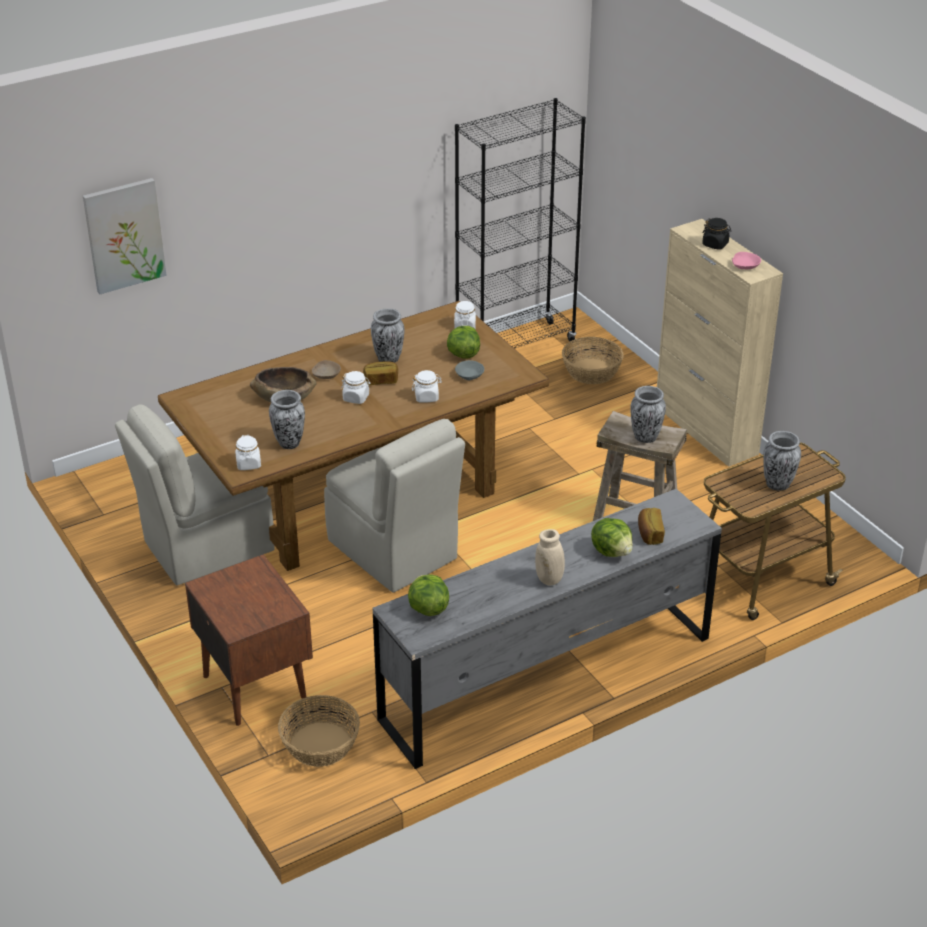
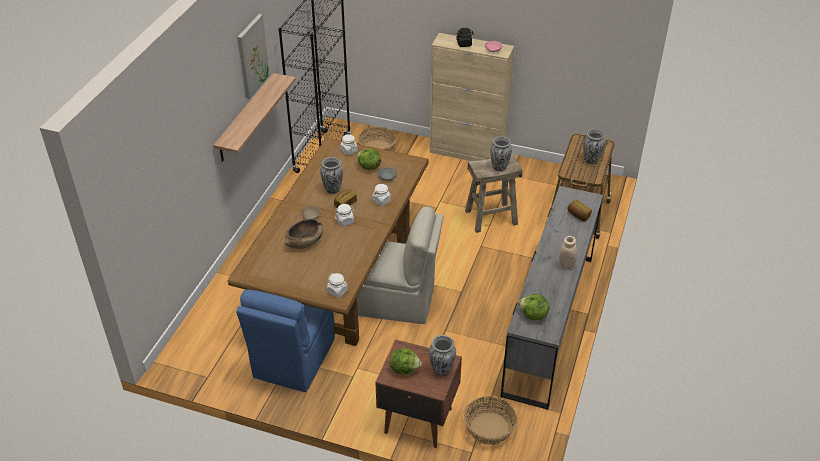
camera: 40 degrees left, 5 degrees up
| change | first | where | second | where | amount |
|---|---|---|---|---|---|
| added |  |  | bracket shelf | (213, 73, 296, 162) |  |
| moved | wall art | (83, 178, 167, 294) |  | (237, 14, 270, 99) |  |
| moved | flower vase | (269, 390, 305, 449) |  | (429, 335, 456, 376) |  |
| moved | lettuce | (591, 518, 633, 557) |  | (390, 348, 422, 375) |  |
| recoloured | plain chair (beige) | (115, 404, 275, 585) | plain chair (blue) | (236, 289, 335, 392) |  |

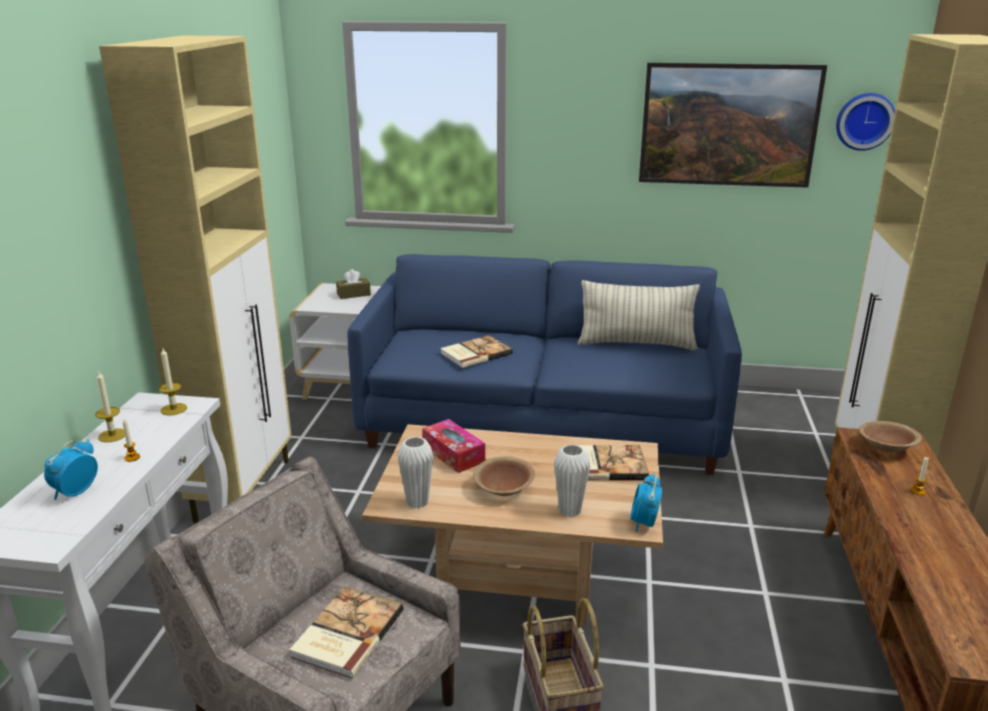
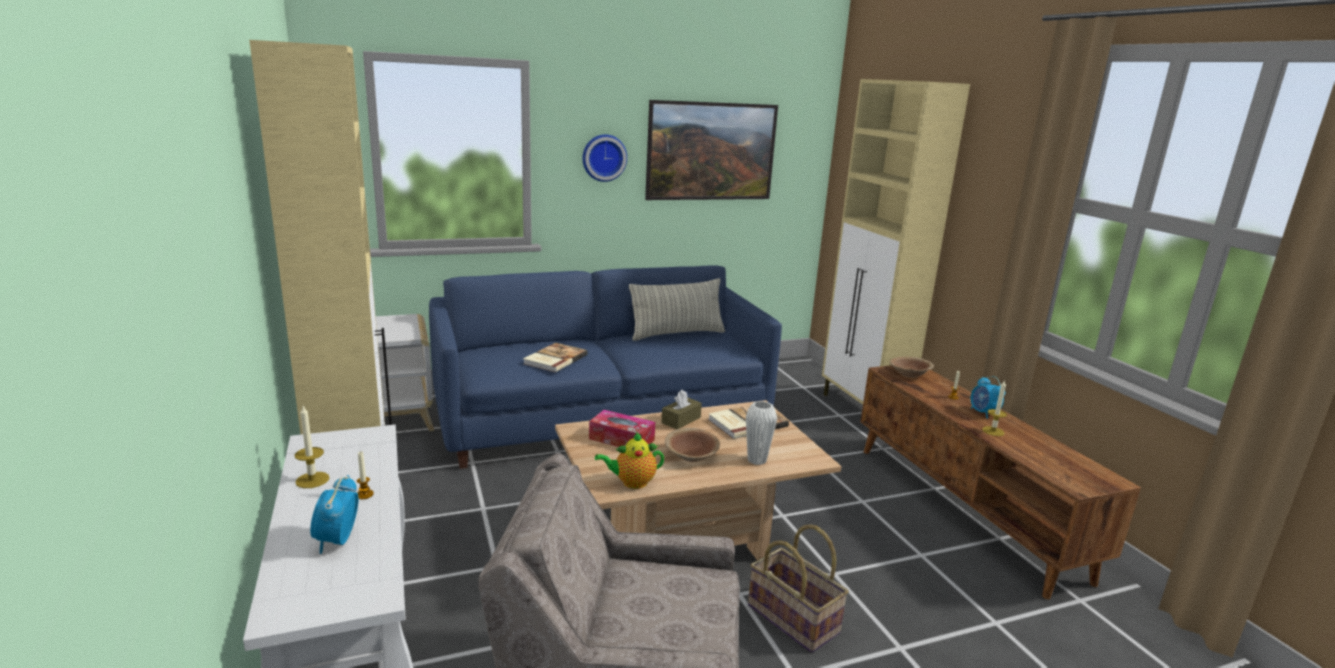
camera: 30 degrees left, 5 degrees down
| change | first | where | second | where | amount |
|---|---|---|---|---|---|
| removed | book | (289, 586, 403, 679) |  |  |  |
| moved | wax candle | (158, 348, 187, 415) |  | (982, 380, 1007, 436) |  |
| moved | tissue box (brown-coloured) | (336, 269, 371, 299) |  | (661, 389, 702, 429) |  |
| moved | bedside clock | (630, 474, 662, 532) |  | (971, 376, 1005, 419) |  |
| moved | clock on the wall | (836, 93, 895, 151) |  | (583, 134, 627, 182) |  |
| replaced | flower vase (white) | (397, 437, 433, 508) | teapot | (595, 432, 664, 489) |  |

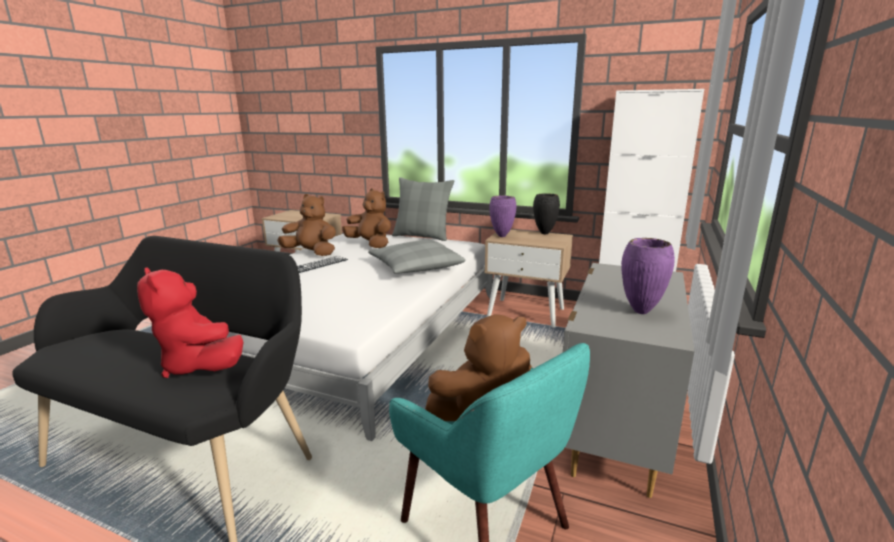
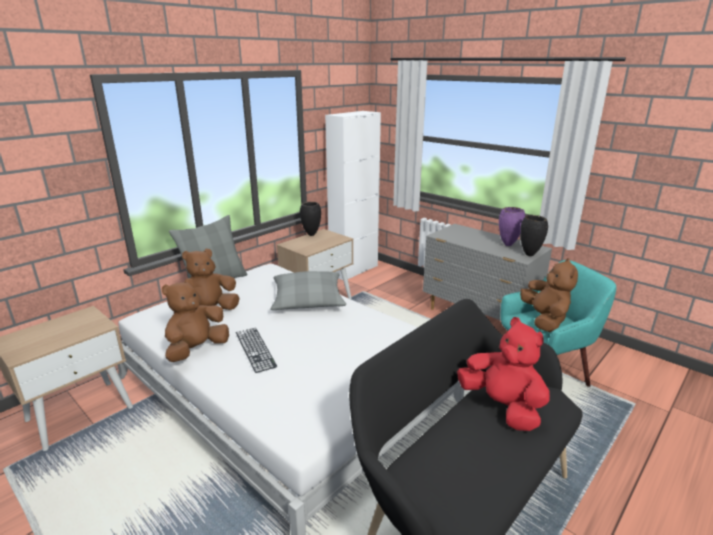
camera: 70 degrees left, 5 degrees up
| change | first | where | second | where | amount |
|---|---|---|---|---|---|
| removed | flower vase (purple-coloured) | (490, 195, 516, 237) |  |  |  |
| added |  |  | flower vase (blackish) | (520, 215, 548, 256) |  |
| turned | cuddly toy (red-coloured) | (137, 267, 243, 378) |  | (457, 317, 550, 431) | 105 degrees counterclockwise |

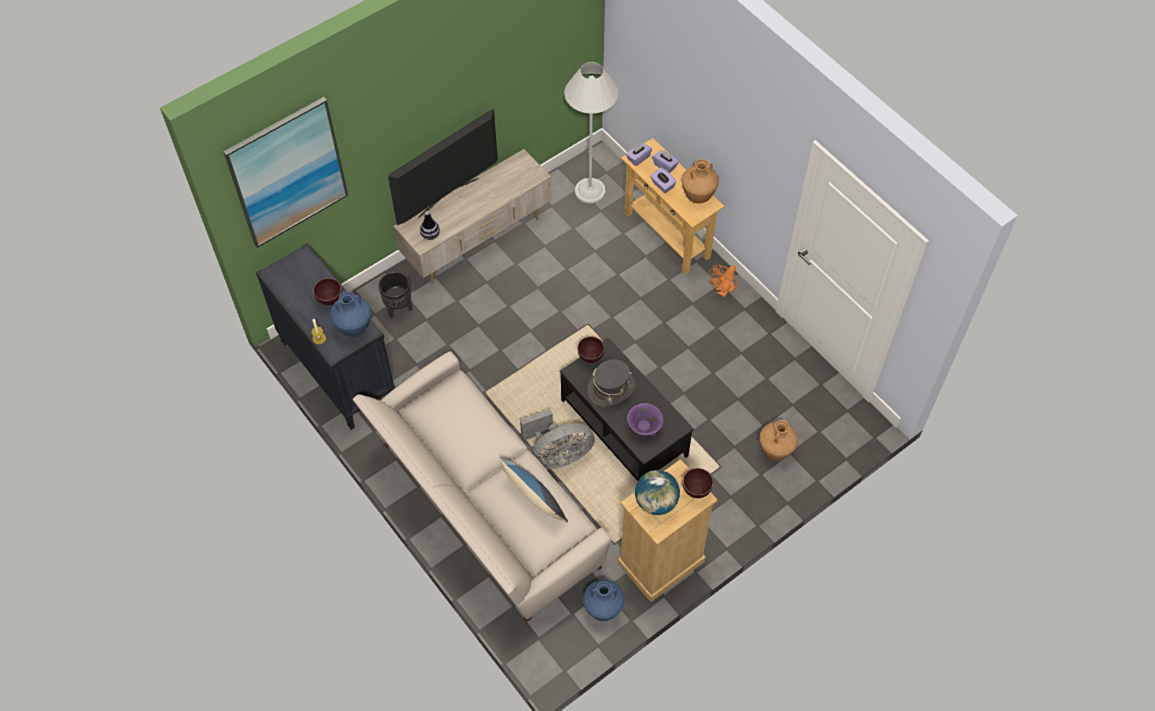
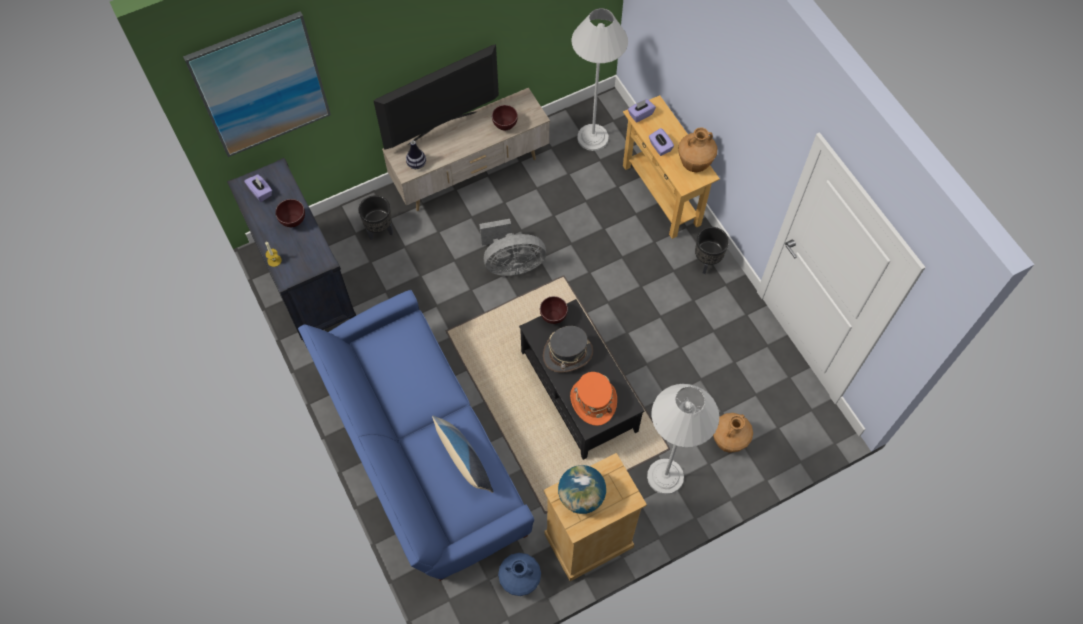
camera: 10 degrees right, 5 degrees up
| change | first | where | second | where | amount |
|---|---|---|---|---|---|
| removed | flower vase (blue) | (330, 291, 371, 337) |  |  |  |
| added |  |  | floor lamp (white) | (647, 384, 719, 495) |  |
| moved | electric fan (gray) | (520, 409, 595, 469) |  | (479, 219, 546, 276) |  |
| moved | tissue box (purple-coloured) | (653, 150, 679, 173) |  | (244, 174, 272, 202) |  |
| moved | serving bowl (brown-coloured) | (683, 468, 713, 498) |  | (492, 105, 518, 130) |  |
| replaced | serving bowl (purple-coloured) | (627, 403, 664, 437) | clothing hat (orangey) | (570, 372, 617, 426) |  |
| replaced | electric fan (orangey) | (709, 265, 738, 297) | planter (blackish) | (695, 227, 729, 274) |  |
| recoloured | couch (beige) | (353, 351, 611, 623) | couch (blue) | (298, 290, 534, 581) |  |

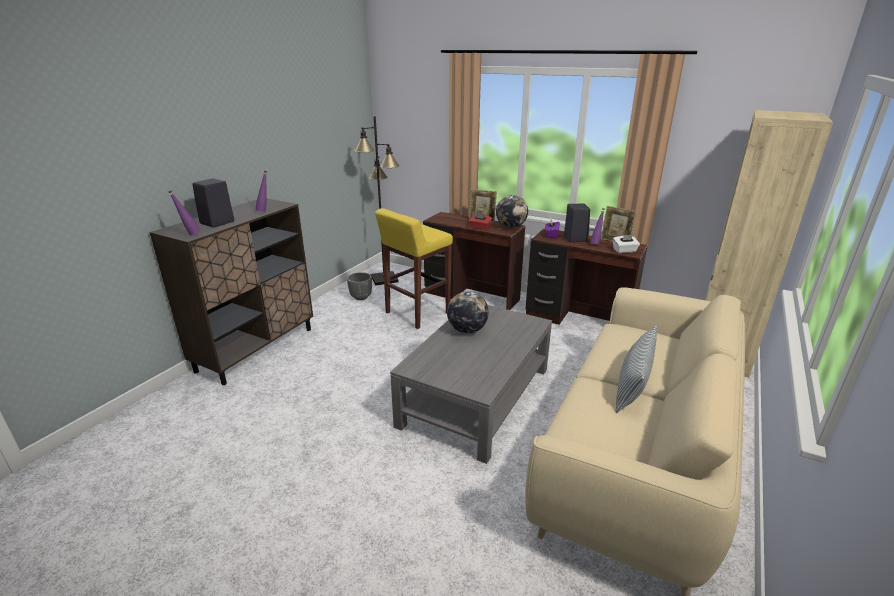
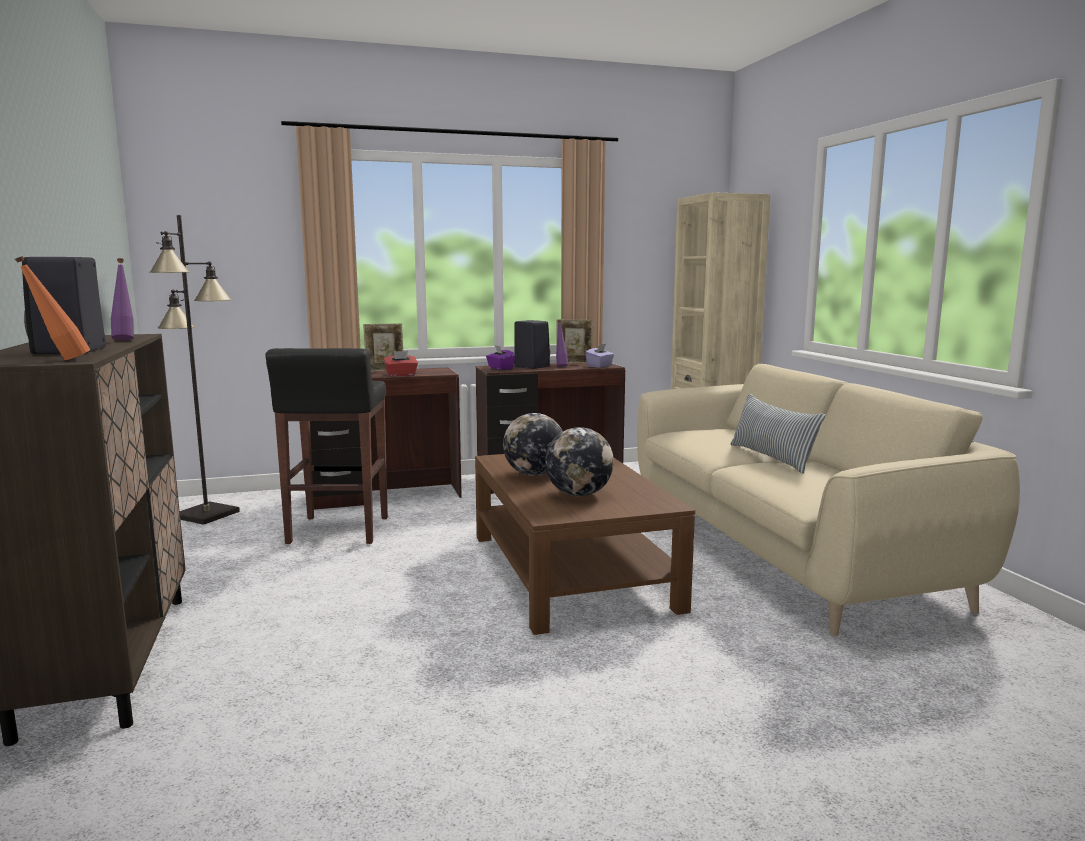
camera: 45 degrees left, 15 degrees down
| change | first | where | second | where | amount |
|---|---|---|---|---|---|
| removed | planter (gray) | (347, 272, 372, 300) |  |  |  |
| moved | desk globe | (496, 195, 528, 228) |  | (545, 427, 614, 496) |  |
| recoloured | drink bottle (purple-coloured) | (169, 190, 201, 235) | drink bottle (orangey) | (15, 256, 90, 360) |  |
| recoloured | stool (yellow) | (375, 208, 453, 329) | stool (blackish) | (265, 348, 388, 544) |  |
| recoloured | low table (gray) | (390, 305, 552, 464) | low table (brown-coloured) | (475, 454, 695, 635) |  |
| recoloured | tissue box (white) | (613, 235, 640, 253) | tissue box (purple-coloured) | (585, 344, 614, 368) |  |

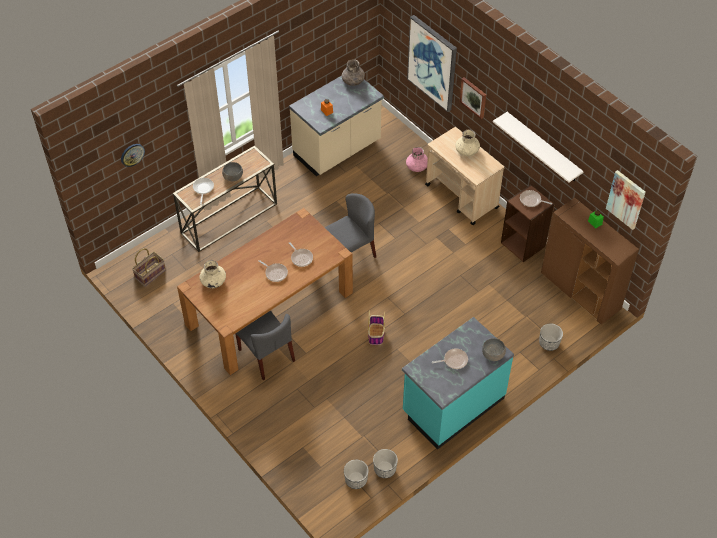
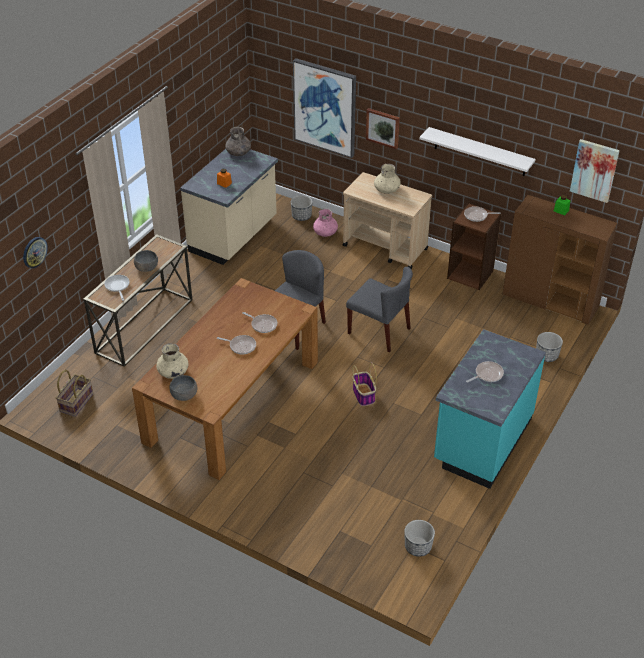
camera: 20 degrees left, 10 degrees down
| change | first | where | second | where | amount |
|---|---|---|---|---|---|
| moved | plain chair (gray) | (235, 310, 295, 380) |  | (346, 267, 413, 352) |  |
| moved | planter | (373, 449, 398, 478) |  | (291, 195, 312, 221) |  |
| moved | serving bowl (gray) | (482, 338, 506, 361) |  | (169, 375, 197, 401) |  |

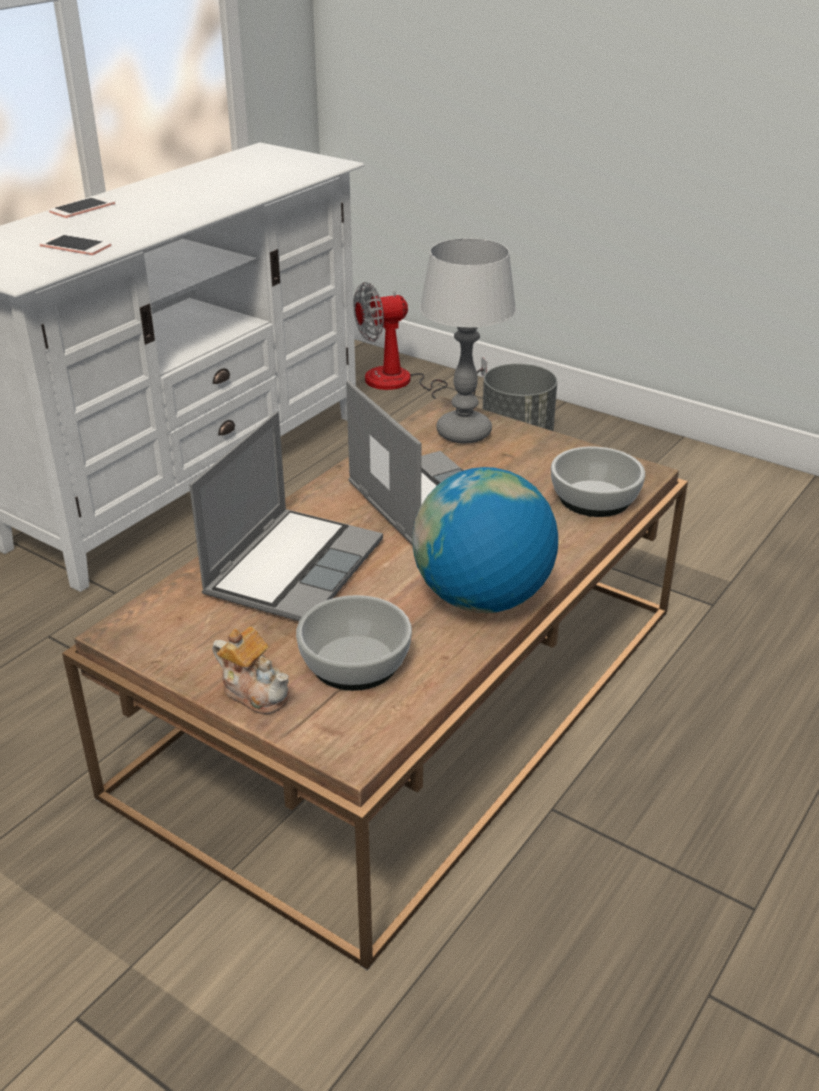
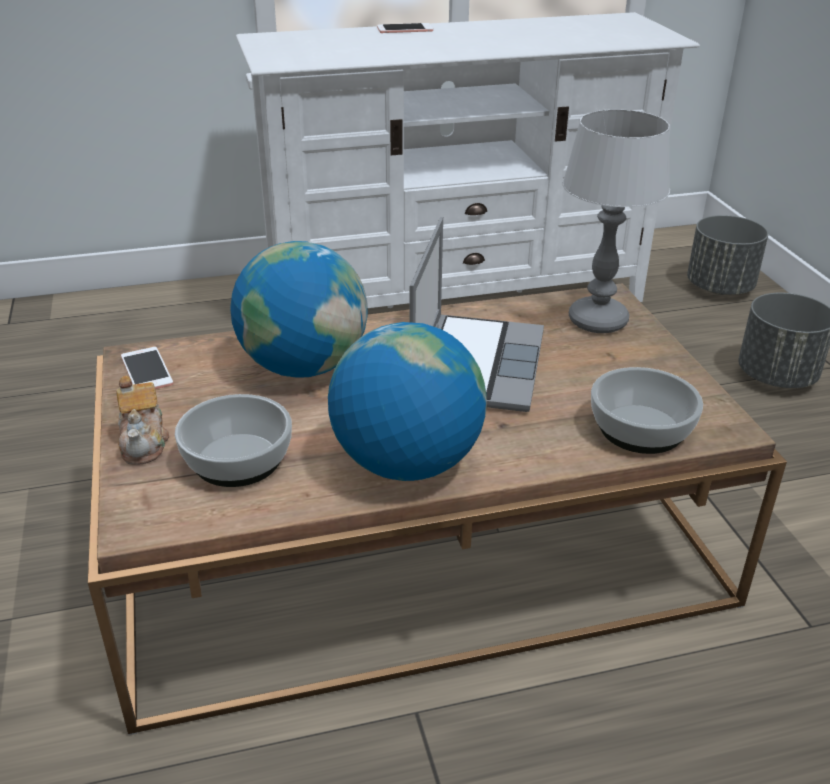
camera: 40 degrees right, 0 degrees up
| change | first | where | second | where | amount |
|---|---|---|---|---|---|
| moved | phone | (39, 234, 111, 255) |  | (121, 347, 173, 389) |  |
| replaced | laptop | (189, 411, 383, 621) | desk globe | (231, 241, 368, 378) |  |
| replaced | electric fan | (354, 282, 487, 399) | planter (gray) | (687, 215, 768, 295) |  |

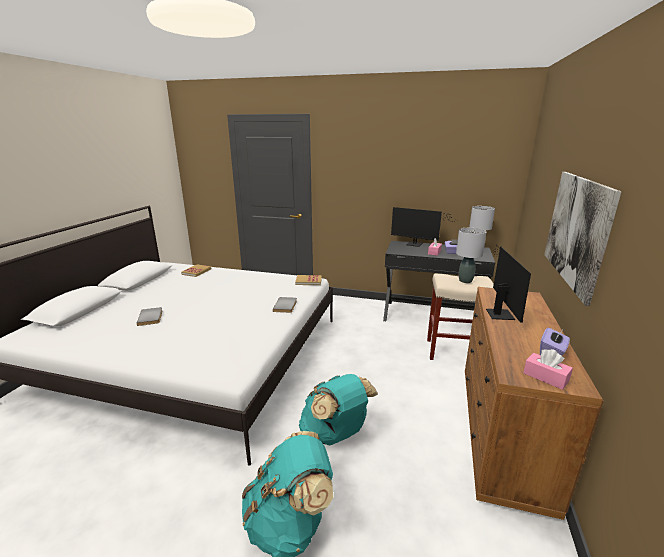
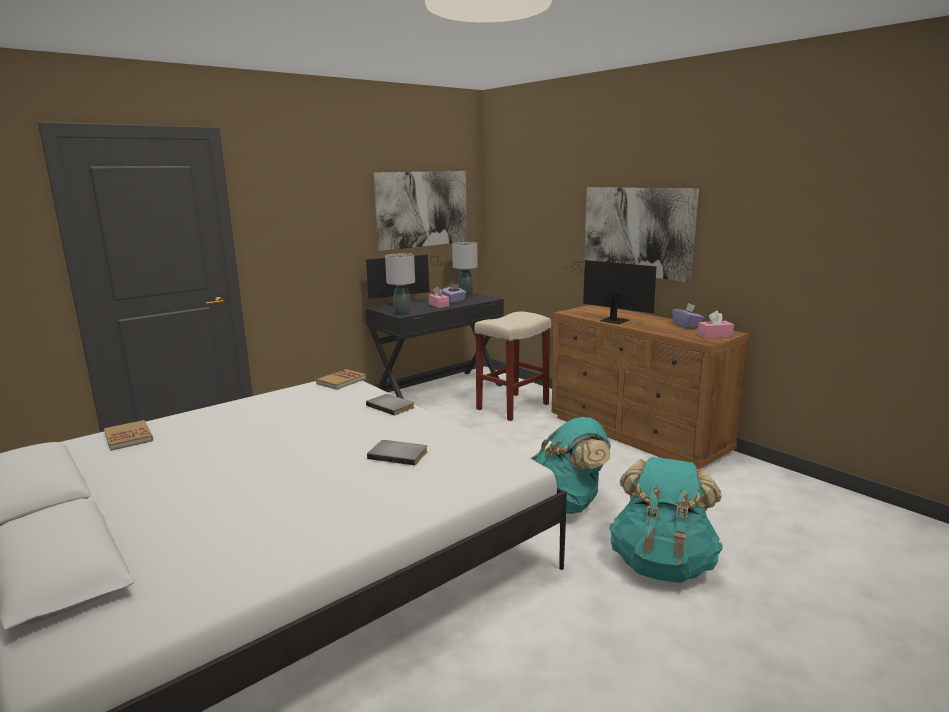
camera: 55 degrees left, 5 degrees down
| change | first | where | second | where | amount |
|---|---|---|---|---|---|
| added |  |  | wall art | (373, 171, 467, 251) |  |
| moved | book (gray) | (137, 307, 162, 326) |  | (367, 440, 428, 466) |  |
| moved | lamp for a table (gray) | (456, 228, 486, 283) |  | (385, 253, 415, 316) |  |

